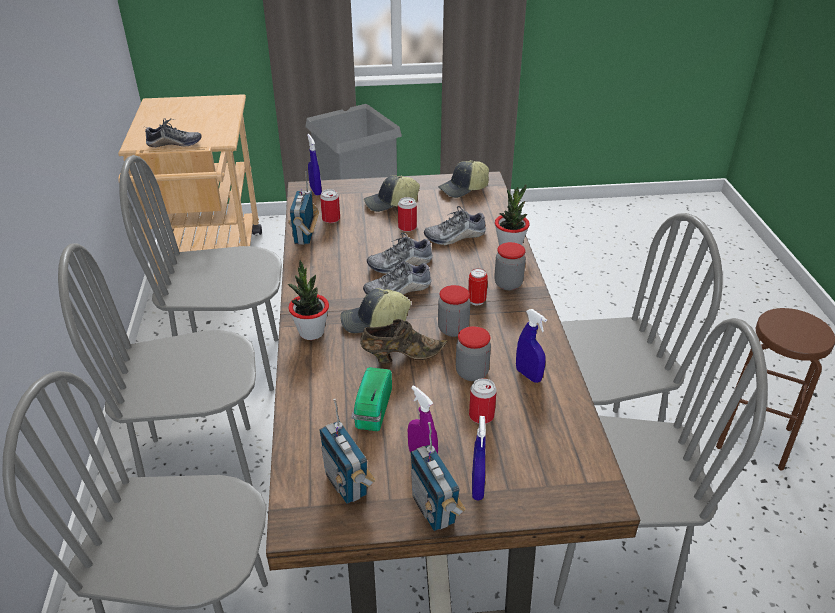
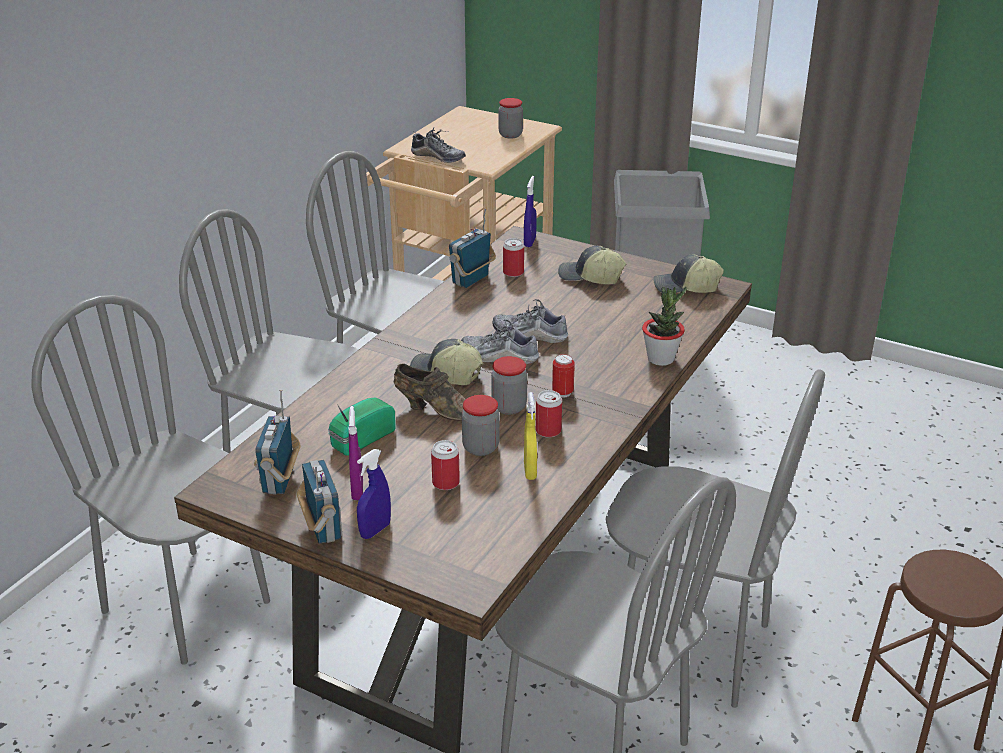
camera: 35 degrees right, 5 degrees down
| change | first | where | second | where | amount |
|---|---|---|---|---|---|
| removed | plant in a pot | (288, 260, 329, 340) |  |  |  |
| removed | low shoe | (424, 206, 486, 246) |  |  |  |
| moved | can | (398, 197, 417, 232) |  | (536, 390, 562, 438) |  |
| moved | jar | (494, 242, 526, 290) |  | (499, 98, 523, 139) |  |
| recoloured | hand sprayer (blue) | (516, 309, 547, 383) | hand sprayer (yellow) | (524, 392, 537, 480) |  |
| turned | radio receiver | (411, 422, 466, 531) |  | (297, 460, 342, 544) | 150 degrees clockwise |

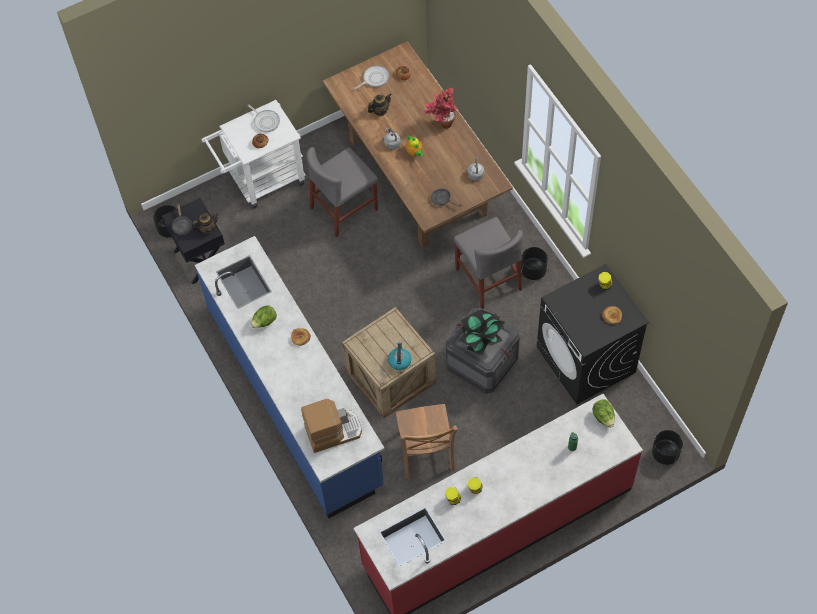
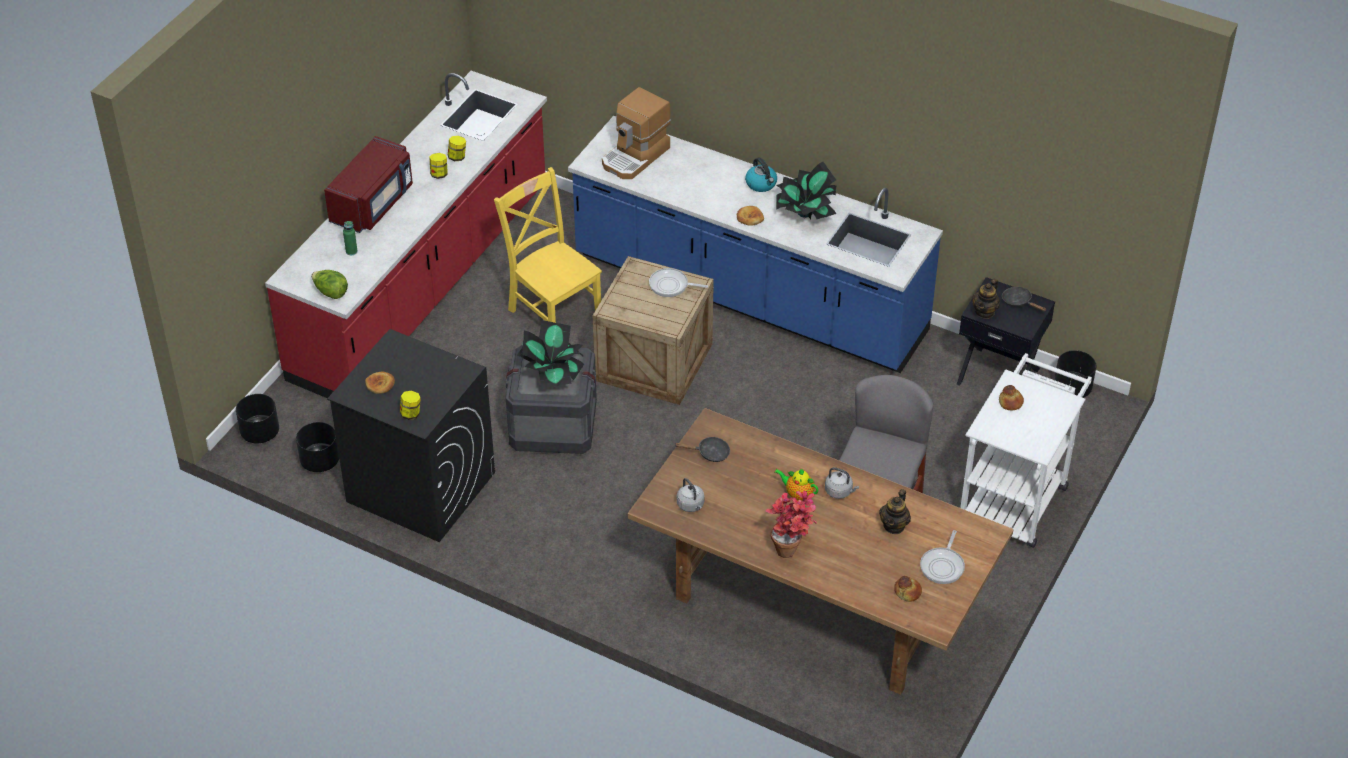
camera: 145 degrees right, 15 degrees down
| change | first | where | second | where | amount |
|---|---|---|---|---|---|
| removed | plain chair (gray) | (454, 217, 523, 309) |  |  |  |
| added |  |  | microwave (red-coloured) | (324, 136, 413, 233) |  |
| moved | frying pan | (248, 105, 280, 132) |  | (649, 268, 708, 297) |  |
| moved | water kettle | (388, 342, 411, 370) |  | (745, 157, 777, 192) |  |
| moved | planter (blackish) | (521, 247, 548, 280) |  | (296, 422, 339, 472) |  |
| replaced | lettuce | (250, 305, 277, 328) | plant in a pot | (776, 162, 836, 220) |  |
| recoloured | plain chair (brown-coloured) | (396, 404, 458, 479) | plain chair (yellow) | (494, 167, 602, 323) |  |

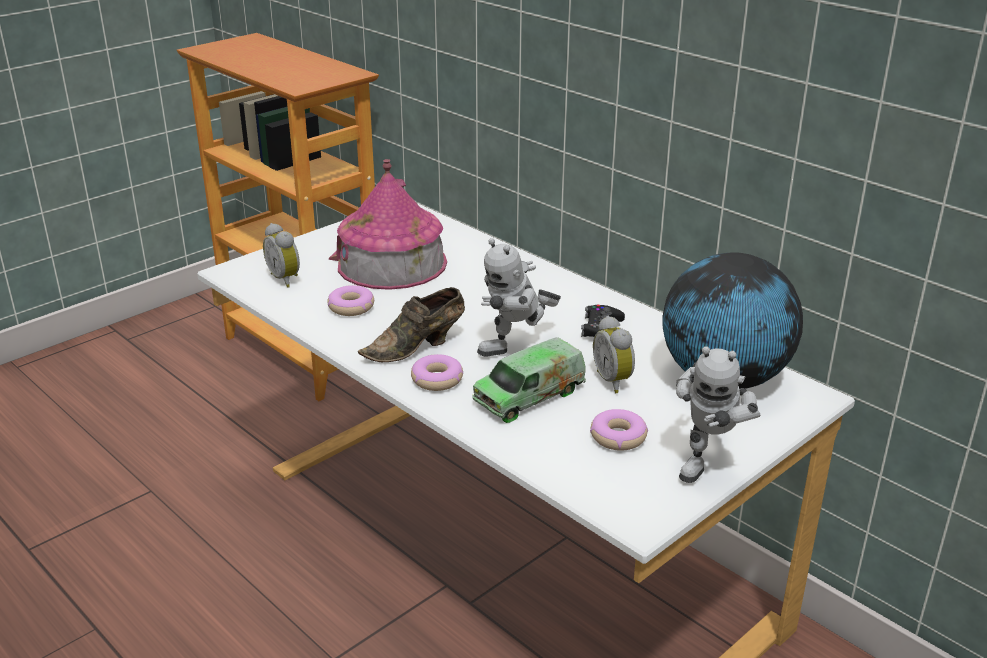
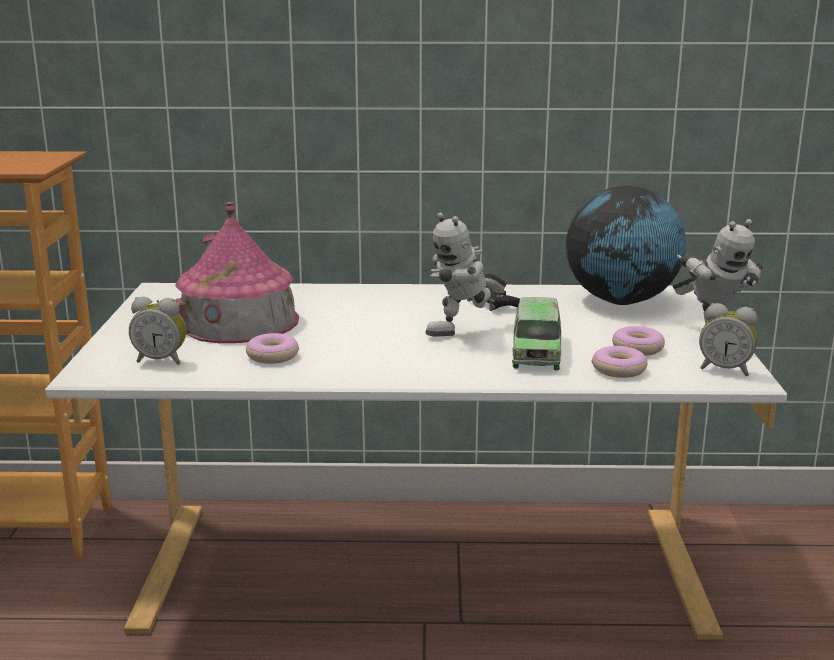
camera: 45 degrees left, 10 degrees down
| change | first | where | second | where | amount |
|---|---|---|---|---|---|
| removed | low shoe (brown-coloured) | (358, 287, 465, 362) |  |  |  |
| moved | donut | (411, 354, 463, 391) |  | (592, 346, 647, 378) |  |
| moved | bedside clock | (593, 316, 635, 393) |  | (699, 303, 758, 376) |  |
| turned | robot figure | (477, 238, 561, 357) |  | (425, 212, 507, 336) | 45 degrees clockwise |

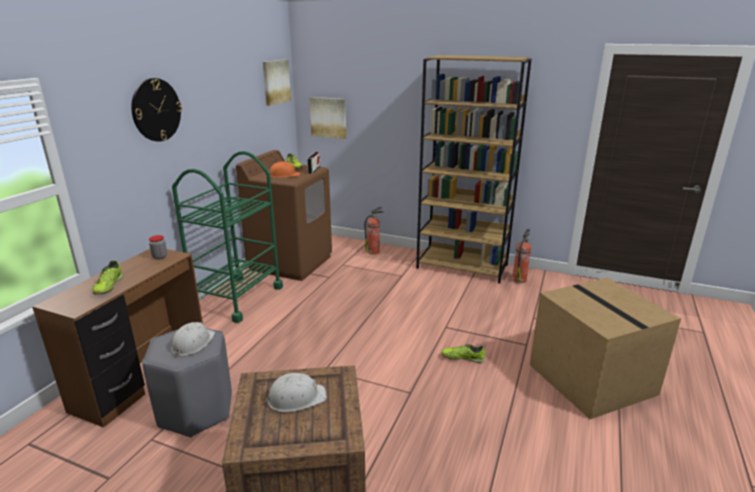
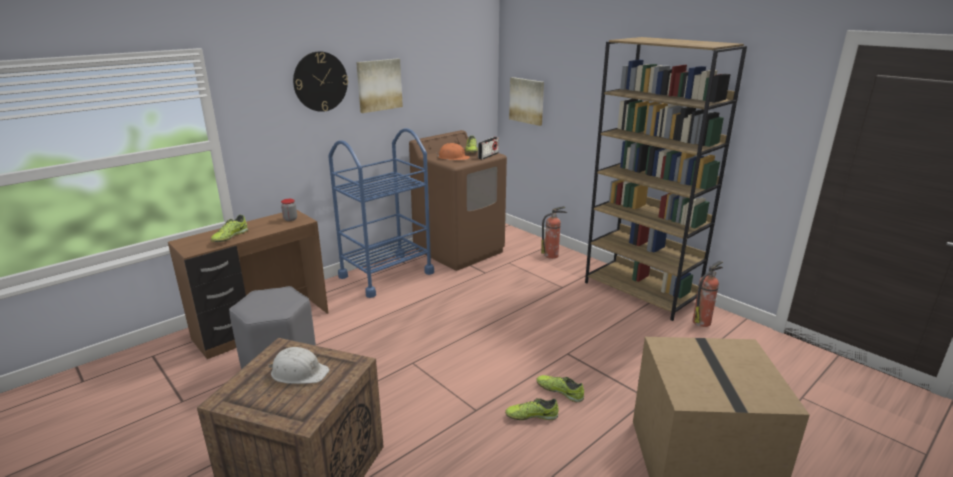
camera: 25 degrees right, 0 degrees up
| change | first | where | second | where | amount |
|---|---|---|---|---|---|
| removed | work helmet (white) | (171, 322, 215, 356) |  |  |  |
| added |  |  | low shoe | (505, 398, 558, 420) |  |
| moved | wall art | (263, 59, 291, 106) |  | (356, 58, 403, 113) |  |
| recoloured | trolley (green-coloured) | (172, 151, 283, 323) | trolley (blue) | (328, 128, 434, 298) |  |

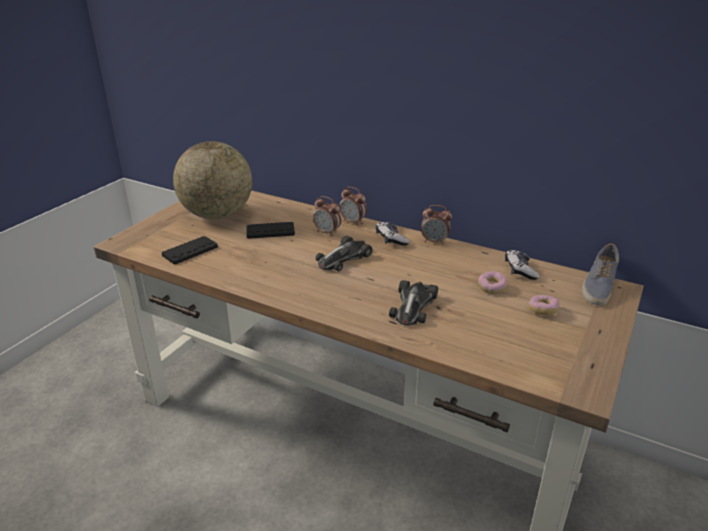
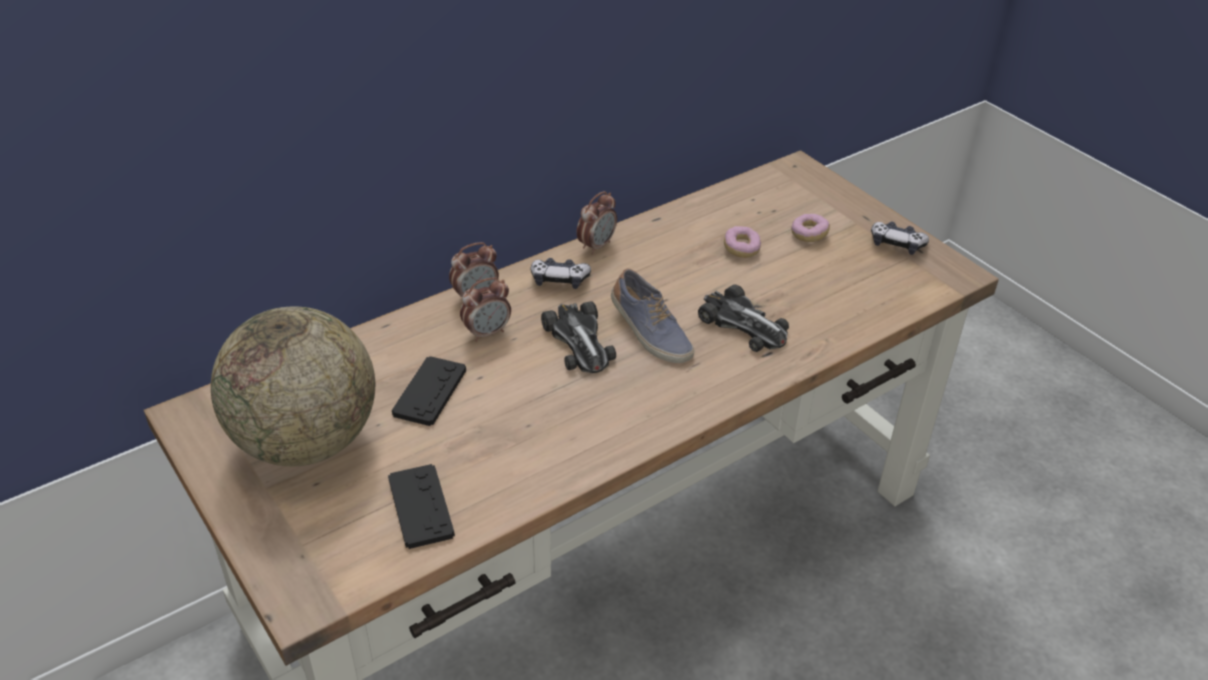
camera: 65 degrees left, 10 degrees up
| change | first | where | second | where | amount |
|---|---|---|---|---|---|
| moved | joypad | (505, 250, 540, 280) |  | (871, 221, 929, 255) |  |
| moved | low shoe | (582, 244, 619, 306) |  | (611, 268, 695, 363) |  |

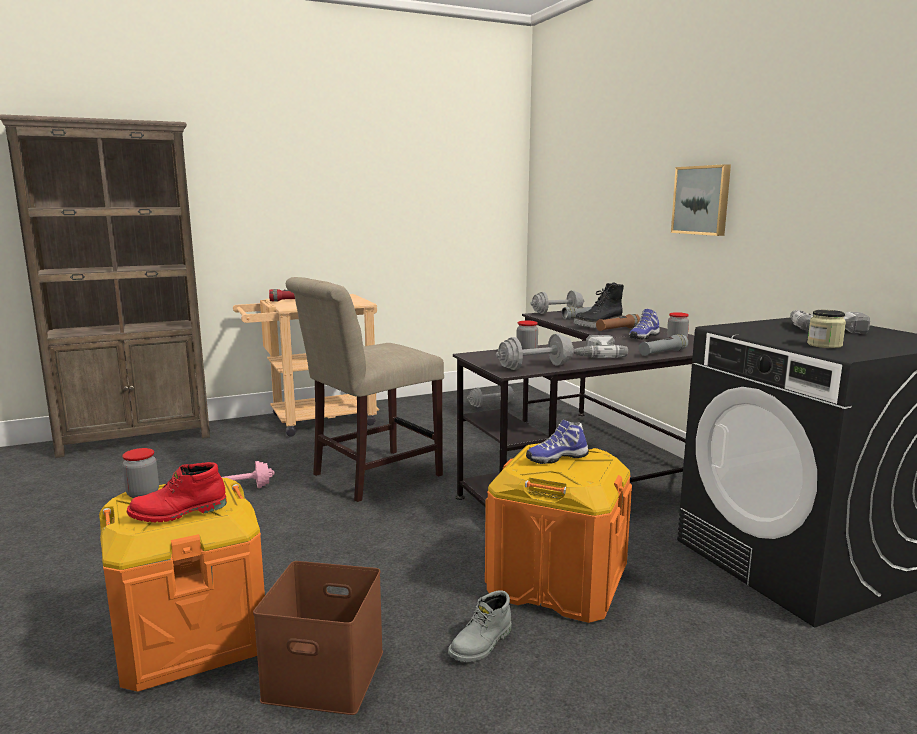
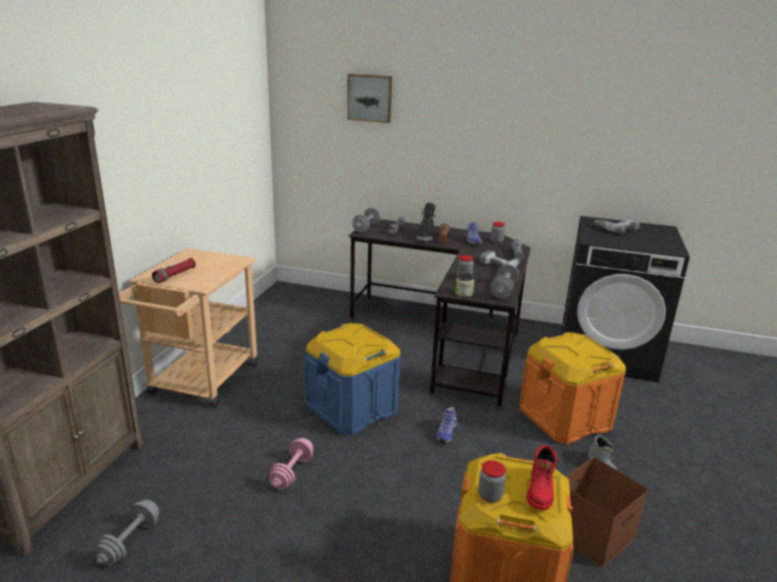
camera: 50 degrees left, 10 degrees up
| change | first | where | second | where | amount |
|---|---|---|---|---|---|
| moved | hand weight (gray) | (467, 386, 515, 407) |  | (94, 499, 159, 566) |  |
| moved | low shoe | (526, 419, 589, 464) |  | (436, 407, 457, 444) |  |
| moved | wall art | (671, 164, 731, 236) |  | (347, 74, 392, 123) |  |
| moved | jar | (807, 310, 846, 348) |  | (455, 273, 474, 297) |  |
| replaced | plain chair (beige) | (286, 277, 444, 502) | storage bin (blue) | (305, 323, 400, 435) |  |

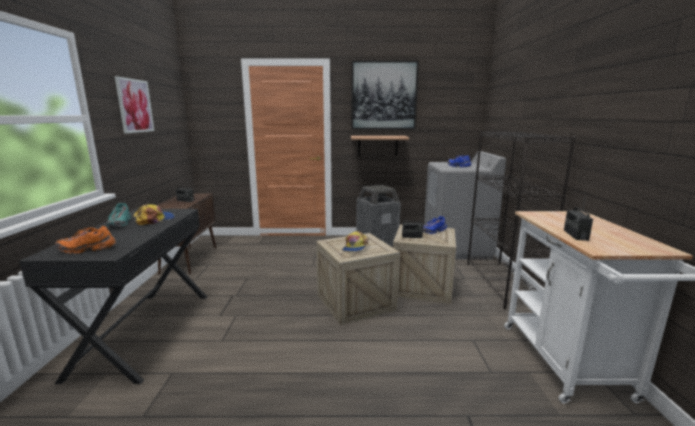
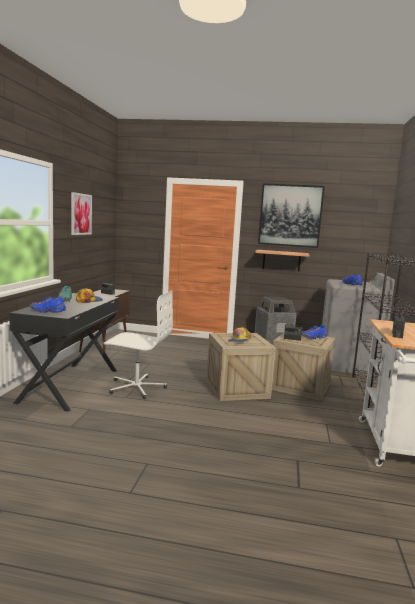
camera: 10 degrees right, 5 degrees down
| change | first | where | second | where | amount |
|---|---|---|---|---|---|
| added |  |  | office chair (white) | (103, 290, 173, 399) |  |
| recoloured | low shoe (orangey) | (55, 226, 116, 254) | low shoe (blue) | (30, 297, 66, 313) |  |

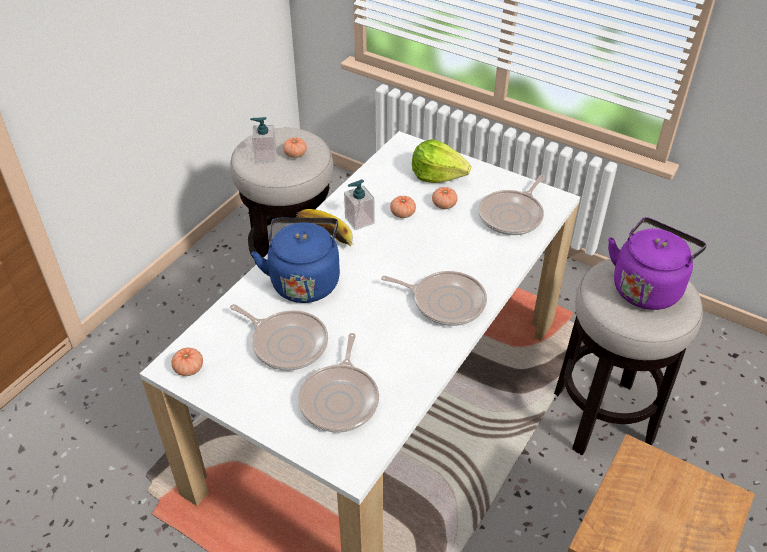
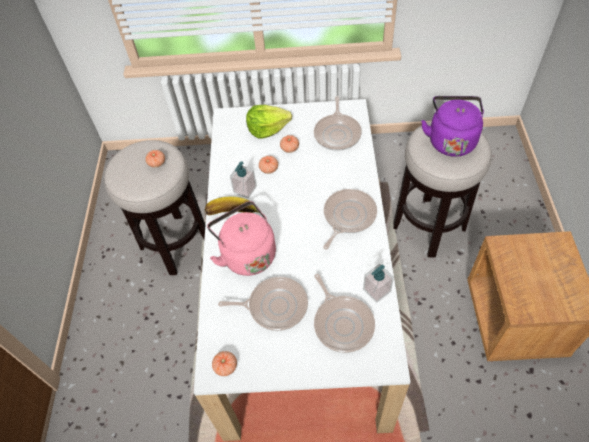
camera: 30 degrees left, 10 degrees up
| change | first | where | second | where | amount |
|---|---|---|---|---|---|
| moved | liquid soap bottle | (250, 117, 276, 163) |  | (363, 264, 394, 303) |  |
| recoloured | water kettle (blue) | (251, 218, 340, 303) | water kettle (pink) | (207, 201, 276, 276) |  |
| turned | frying pan | (381, 271, 487, 326) |  | (323, 189, 377, 250) | 45 degrees counterclockwise |

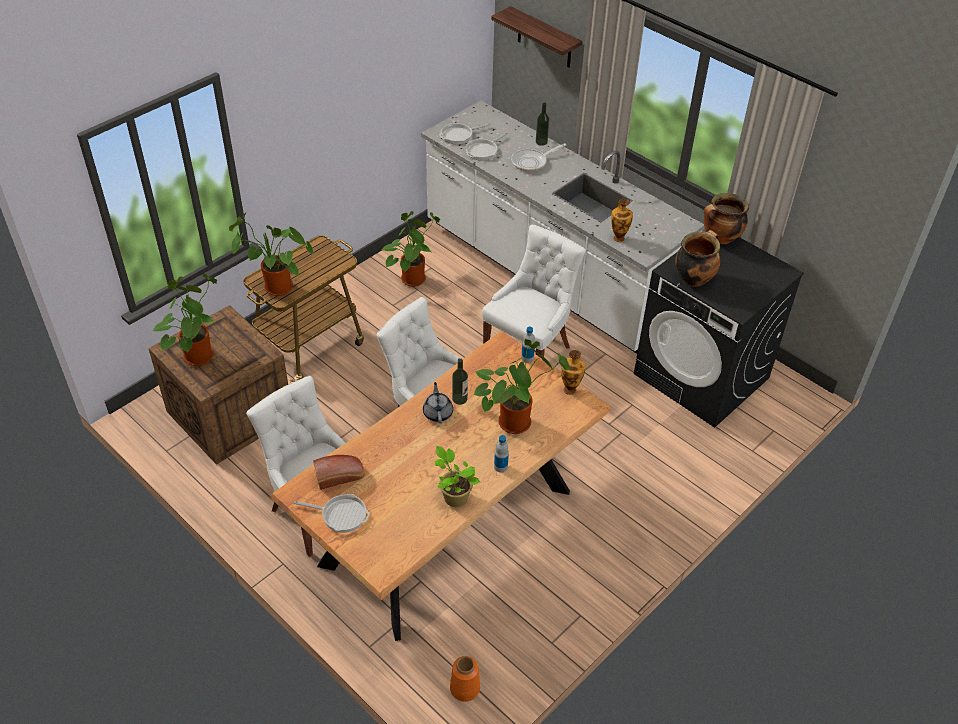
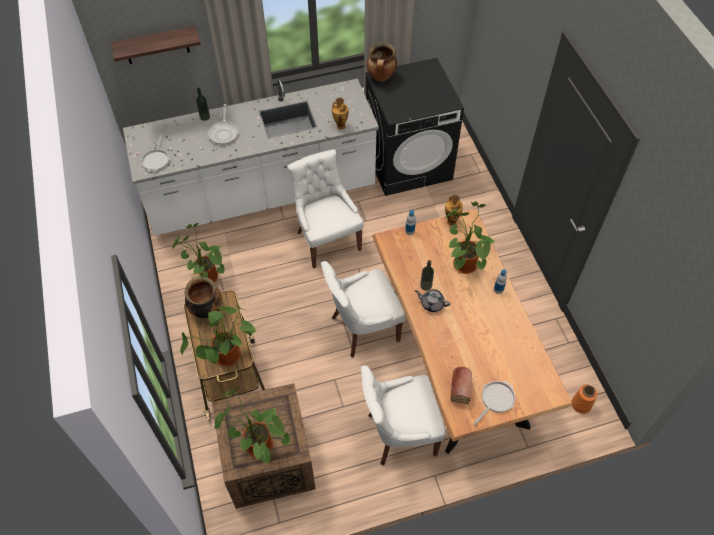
camera: 60 degrees left, 10 degrees up
| change | first | where | second | where | amount |
|---|---|---|---|---|---|
| removed | plant in a pot | (435, 446, 480, 507) |  |  |  |
| removed | frying pan | (466, 132, 508, 160) |  |  |  |
| moved | saucepot | (675, 230, 720, 287) |  | (185, 273, 222, 318) |  |

